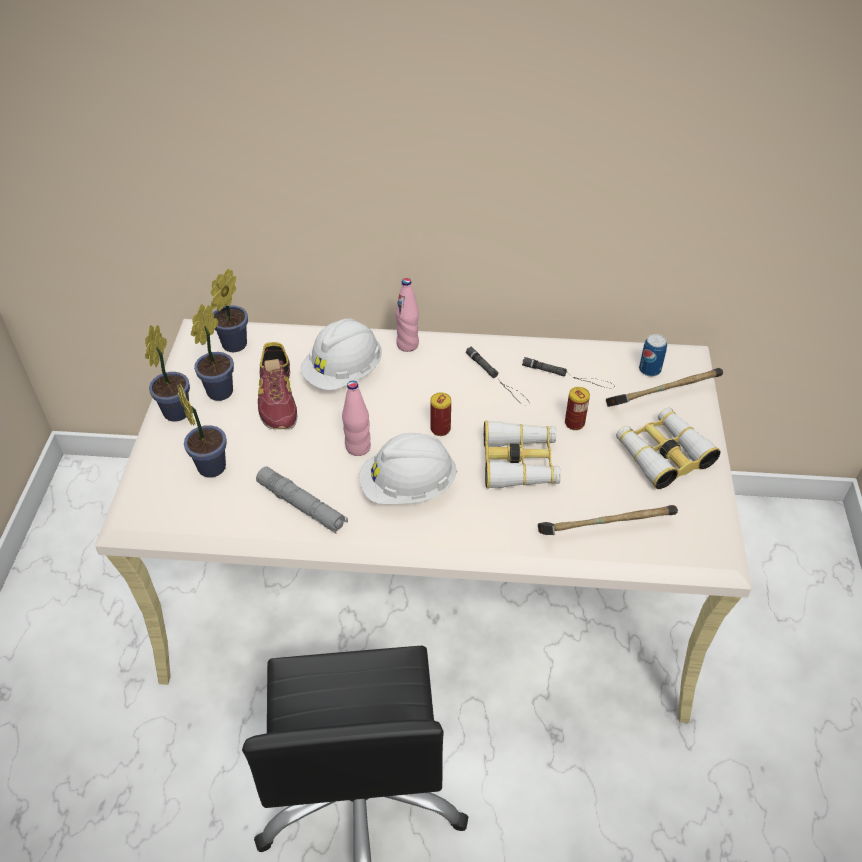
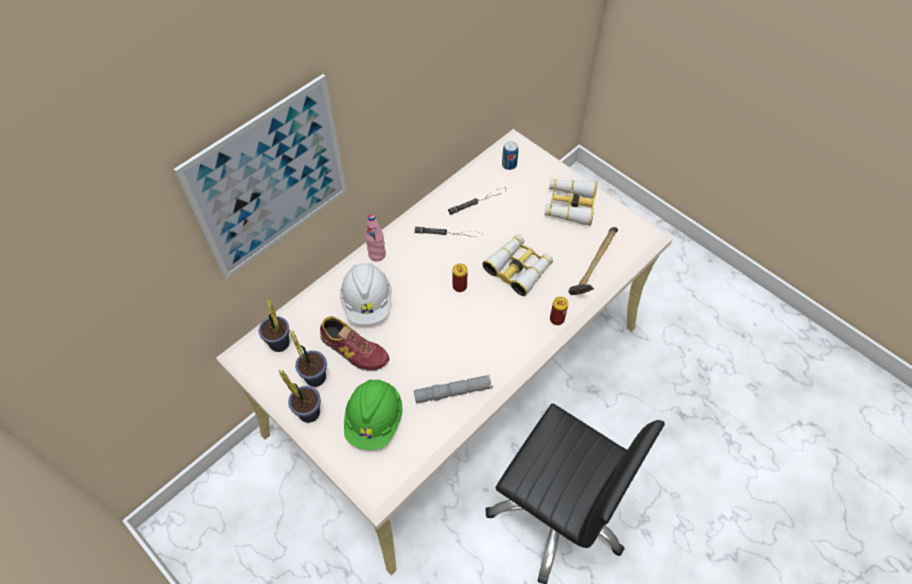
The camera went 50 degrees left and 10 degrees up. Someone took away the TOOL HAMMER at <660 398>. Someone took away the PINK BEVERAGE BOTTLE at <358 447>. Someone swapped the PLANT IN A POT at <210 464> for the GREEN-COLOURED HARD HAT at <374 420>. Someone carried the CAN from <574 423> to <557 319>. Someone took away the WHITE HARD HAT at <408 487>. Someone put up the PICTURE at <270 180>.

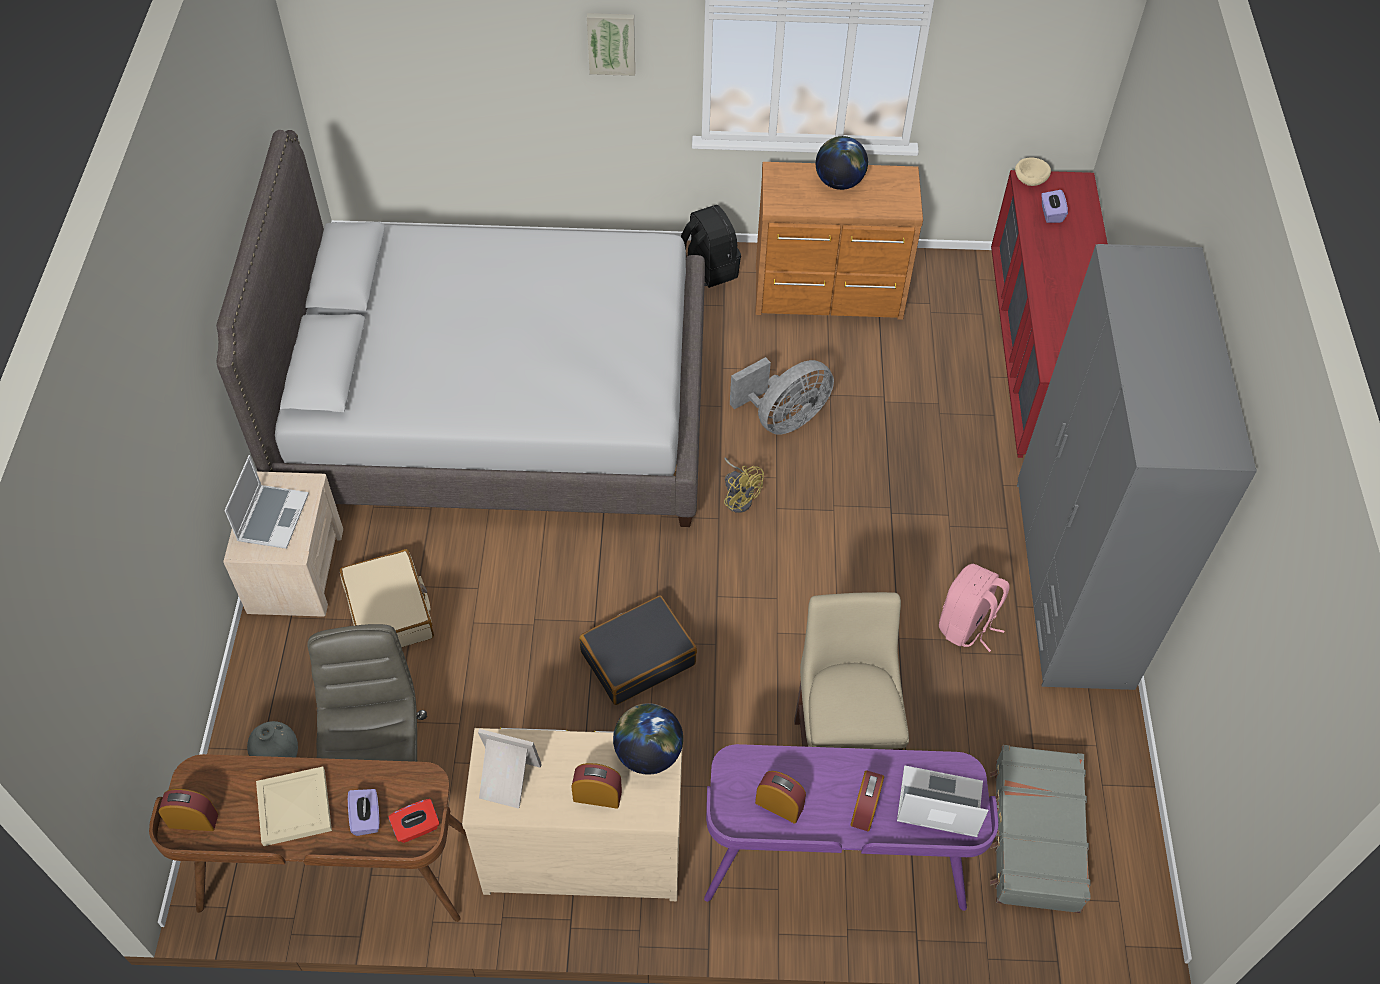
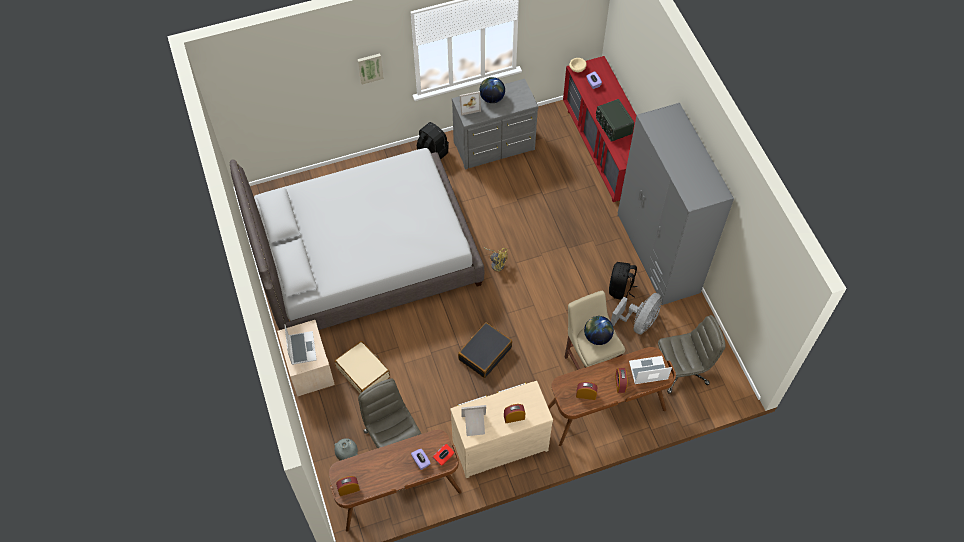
The camera went 20 degrees left and 5 degrees up. Someone repainted the BROWN DRAWER CHEST at <829 294>, which became the GREY DRAWER CHEST at <495 147>. Someone carried the GREY COOLING FAN from <783 418> to <638 322>. Someone repainted the PINK RUCKSACK at <967 625>, which became the BLACK RUCKSACK at <620 289>. Someone carried the DESK GLOBE from <648 753> to <597 336>. Someone repainted the PURPLE DESK at <834 862>, which became the BROWN DESK at <605 411>. Someone swapped the GREY PIECE OF LUGGAGE at <1035 835> for the GREY DESK CHAIR at <682 370>. Someone took away the BEIGE-COLOURED TRAY at <295 806>. Someone put down the PHOTO FRAME at <468 106>. Someone put down the RADIO at <613 126>.

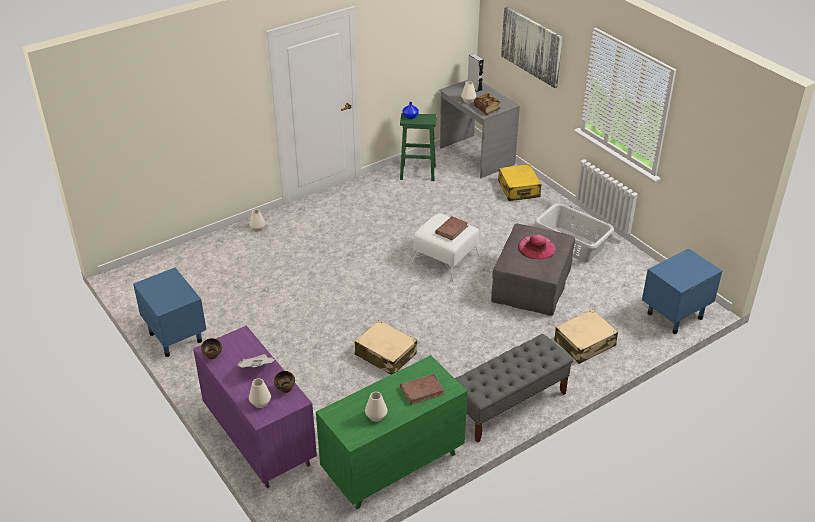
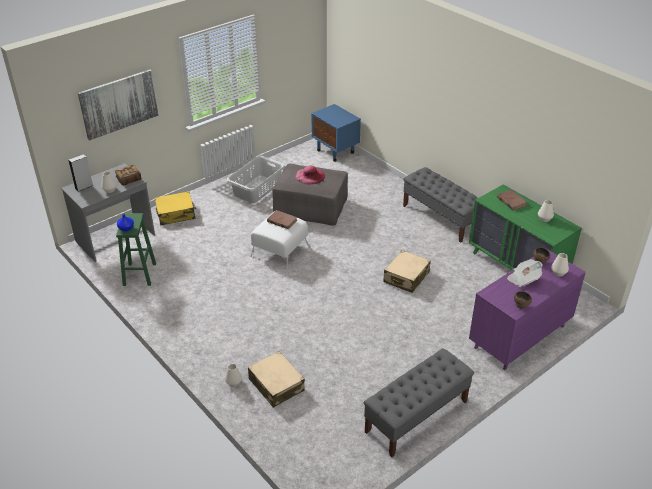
The camera went 95 degrees left and 0 degrees up. Someone swapped the BLUE-COLOURED BEDSIDE TABLE at <175 337> for the GREY BENCH at <416 417>. Someone carried the BEIGE-COLOURED PIECE OF LUGGAGE from <585 343> to <276 385>.

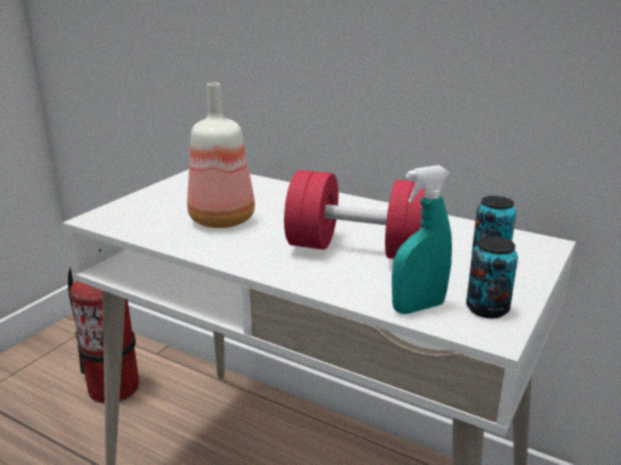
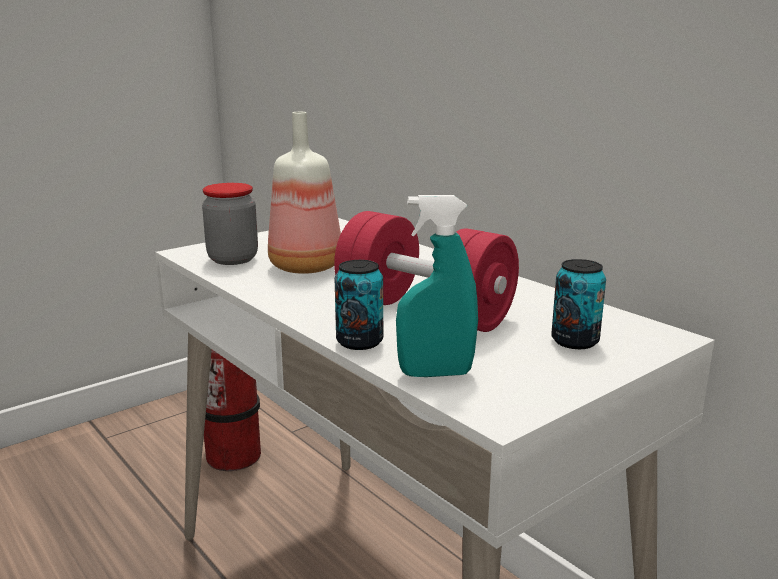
The camera went 20 degrees right and 5 degrees down. Someone carried the CAN from <487 309> to <359 342>. Someone put down the JAR at <233 259>.

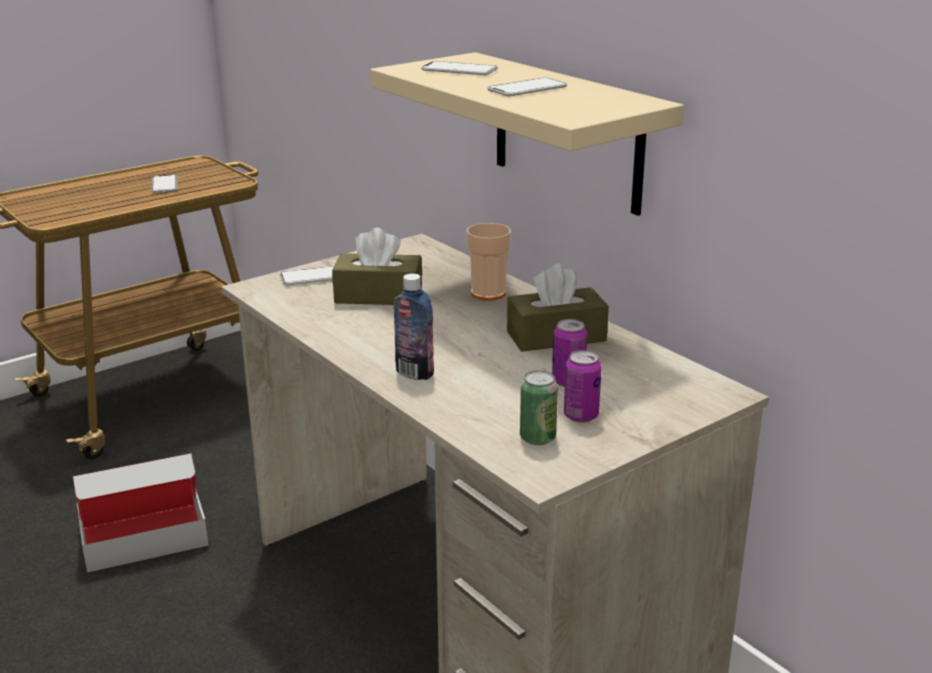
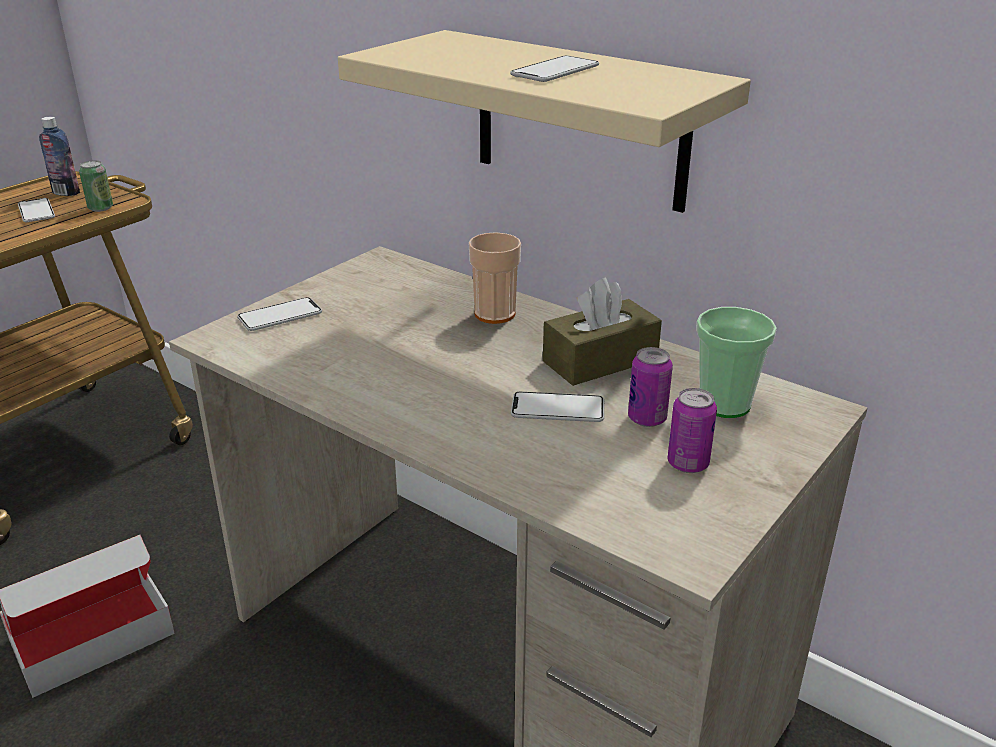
The camera went 15 degrees left and 5 degrees up. Someone carried the TELEPHONE from <459 70> to <557 409>. Someone took away the BROWN TISSUE HOLDER at <378 295>. Someone carried the BEVERAGE BOTTLE from <414 373> to <66 193>. Someone carried the CAN from <537 438> to <100 208>. Someone put down the DRINKING CUP at <724 404>.

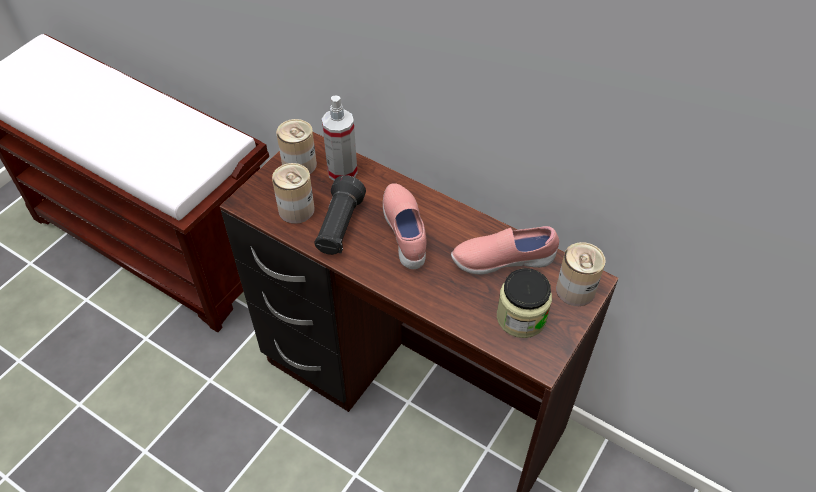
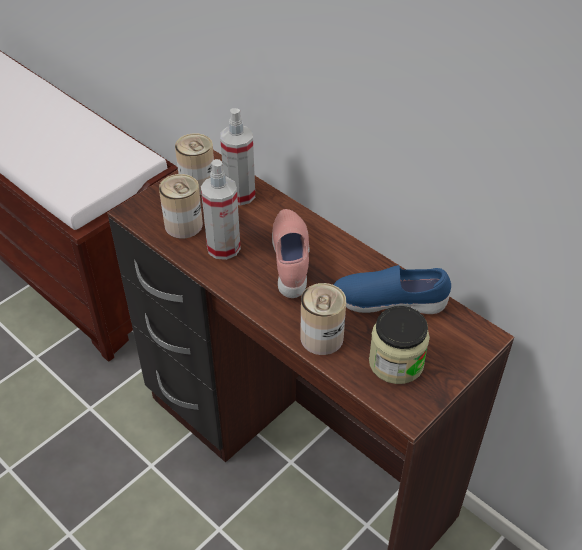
The camera went 10 degrees right and 5 degrees down. Someone swapped the BLACK HAND TORCH at <339 227> for the HAND SPRAYER at <223 247>. Someone repainted the PINK LOW SHOE at <502 260>, which became the BLUE-COLOURED LOW SHOE at <388 302>. Someone carried the CAN from <575 290> to <321 338>.

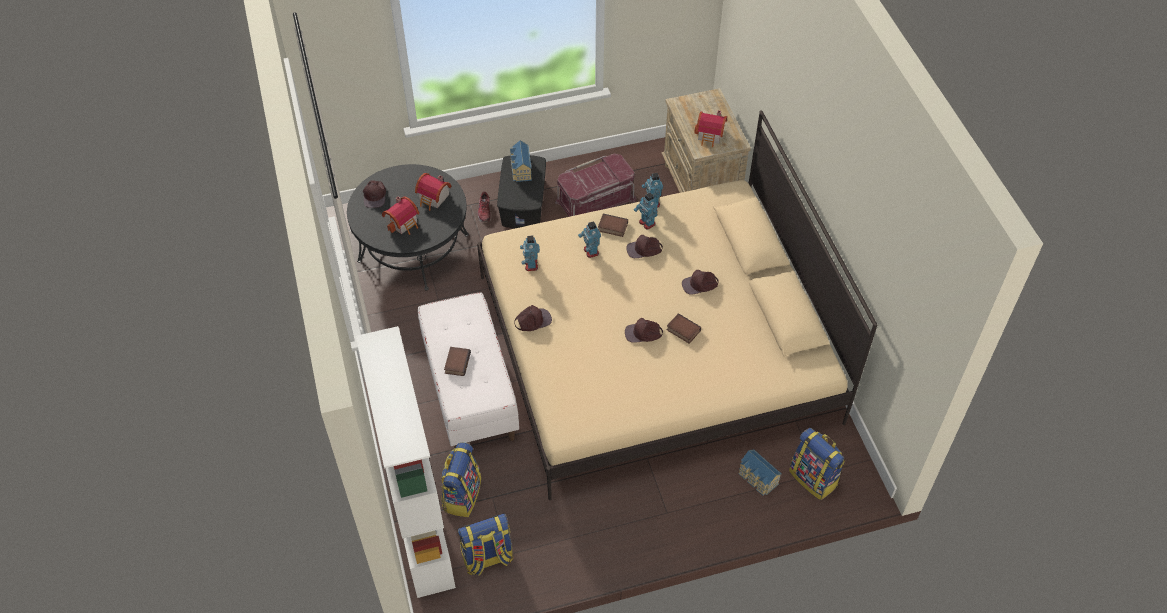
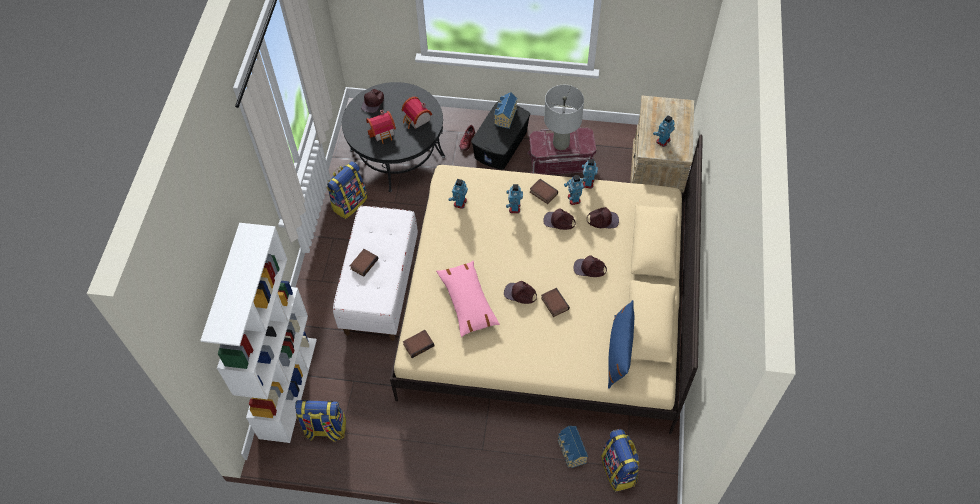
The camera went 25 degrees right and 5 degrees up. Someone swapped the TOY HOUSE at <710 136> for the ROBOT FIGURE at <662 140>. Someone carried the BROWN BASEBALL CAP from <533 320> to <602 220>. Someone carried the RUCKSACK from <462 495> to <349 203>. Someone put down the GREY LAMP FOR A TABLE at <560 144>. Someone put down the PINK PILLOW at <468 302>. Someone put down the BLUE-COLOURED PILLOW at <619 352>. Someone put down the BOUND BOOK at <418 344>.

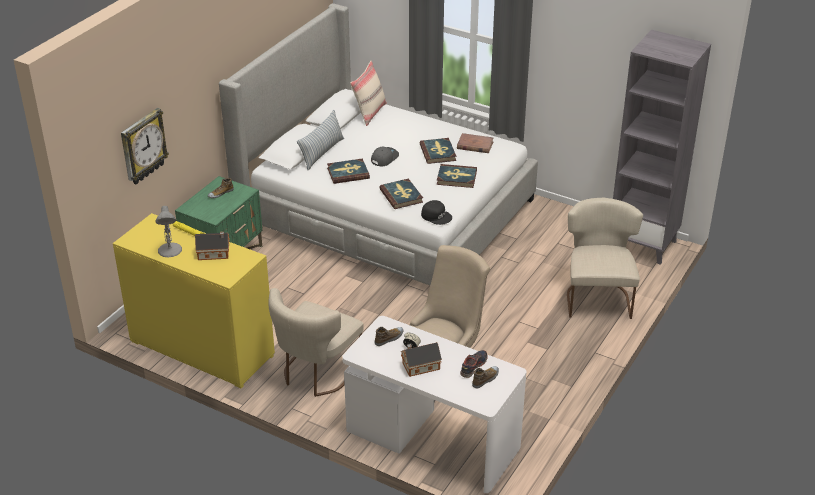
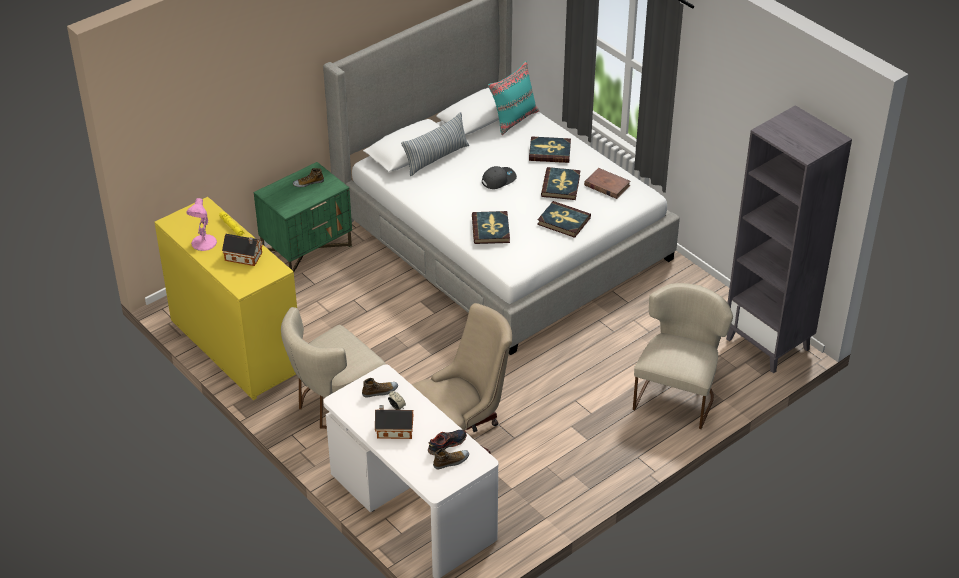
The camera went 20 degrees right and 5 degrees up. Someone repainted the BEIGE-COLOURED PILLOW at <369 113>, which became the BLUE-GREEN PILLOW at <514 119>. Someone took away the WALL CLOCK at <143 146>. Someone carried the BOUND BOOK from <348 173> to <549 152>. Someone took away the BLACK BASEBALL CAP at <436 216>. Someone repainted the GREY LAMP FOR A TABLE at <170 250>, which became the PINK LAMP FOR A TABLE at <203 243>.

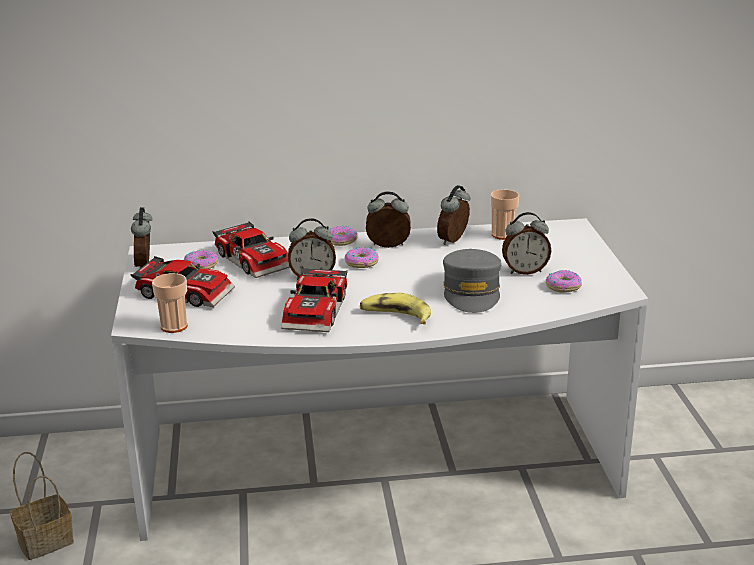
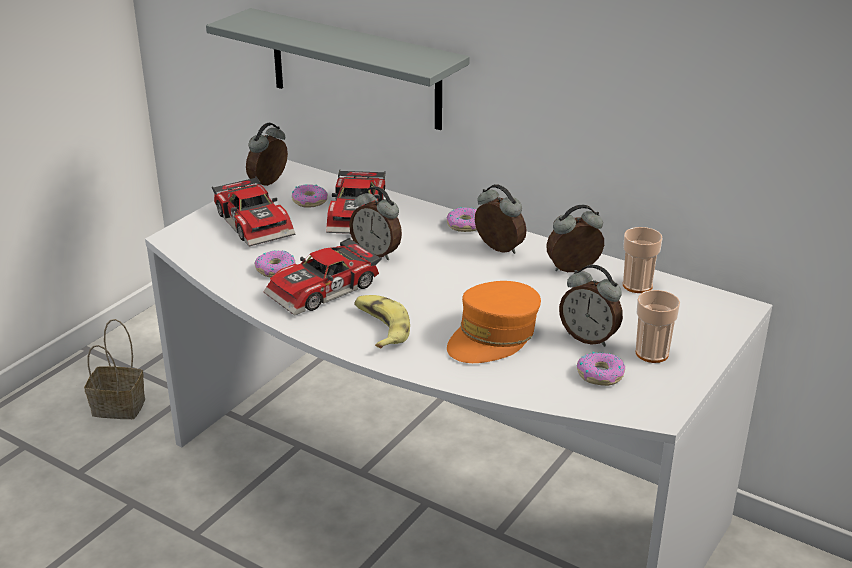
The camera went 40 degrees right and 5 degrees up. Someone carried the DOUGHNUT from <361 263> to <276 270>. Someone repainted the GREY BASEBALL CAP at <472 292>, which became the ORANGE BASEBALL CAP at <493 336>. Someone carried the DRINKING CUP from <174 326> to <652 353>. Someone put up the GREY BRACKET SHELF at <355 69>.

